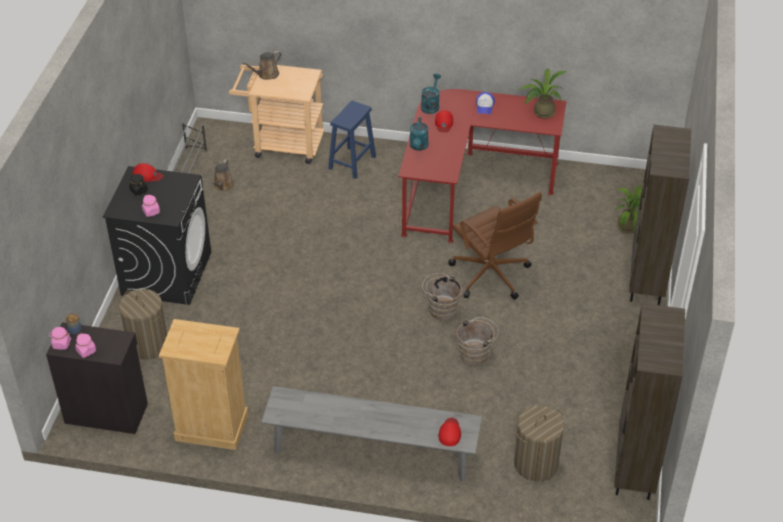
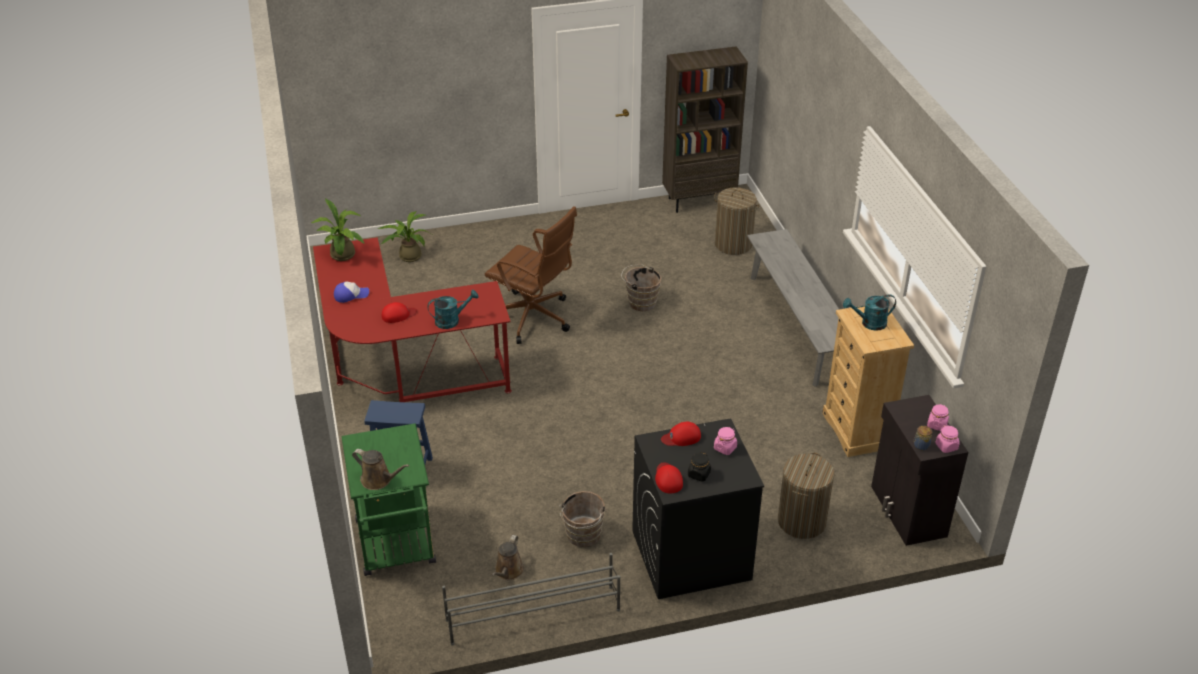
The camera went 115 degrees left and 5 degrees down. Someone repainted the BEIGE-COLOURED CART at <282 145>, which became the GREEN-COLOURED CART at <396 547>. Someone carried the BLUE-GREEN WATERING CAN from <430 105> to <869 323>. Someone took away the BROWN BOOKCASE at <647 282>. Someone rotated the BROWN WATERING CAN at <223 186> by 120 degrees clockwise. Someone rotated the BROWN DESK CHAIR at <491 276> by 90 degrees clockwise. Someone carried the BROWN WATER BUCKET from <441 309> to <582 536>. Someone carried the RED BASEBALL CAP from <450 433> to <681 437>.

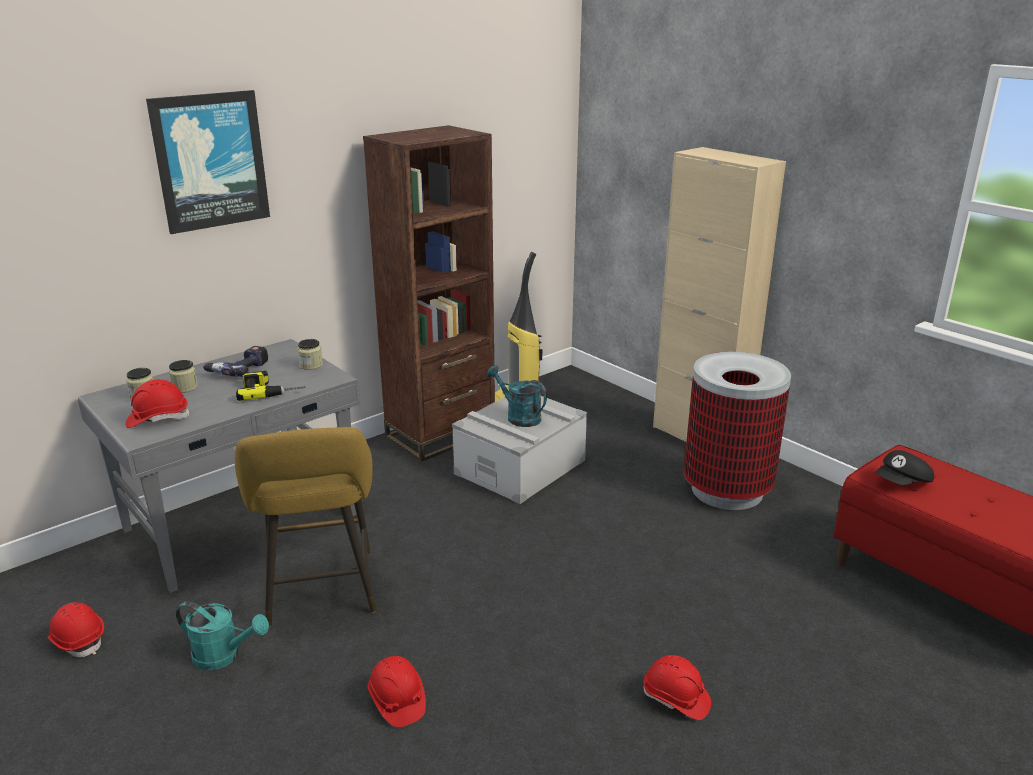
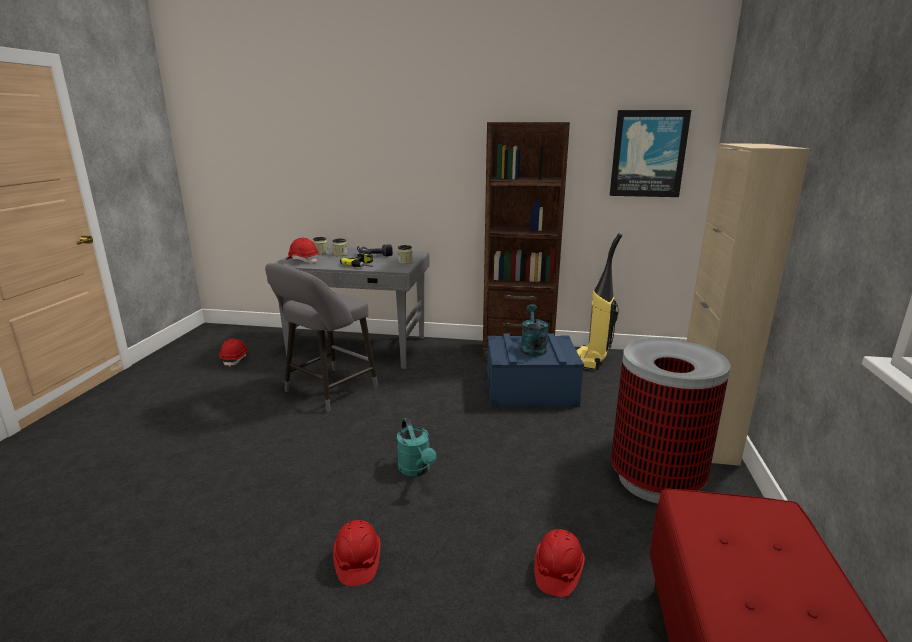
The camera went 50 degrees right and 5 degrees down. Someone carried the PICTURE from <210 161> to <648 154>. Someone repainted the GREY STORAGE CONTAINER at <520 467>, which became the BLUE-COLOURED STORAGE CONTAINER at <530 390>. Someone repainted the YELLOW STOOL at <321 593>, which became the GREY STOOL at <327 391>. Someone took away the BLACK BASEBALL CAP at <902 483>. Someone carried the BLUE-GREEN WATERING CAN from <224 656> to <417 470>. Someone carried the RED HARD HAT from <397 701> to <557 571>.

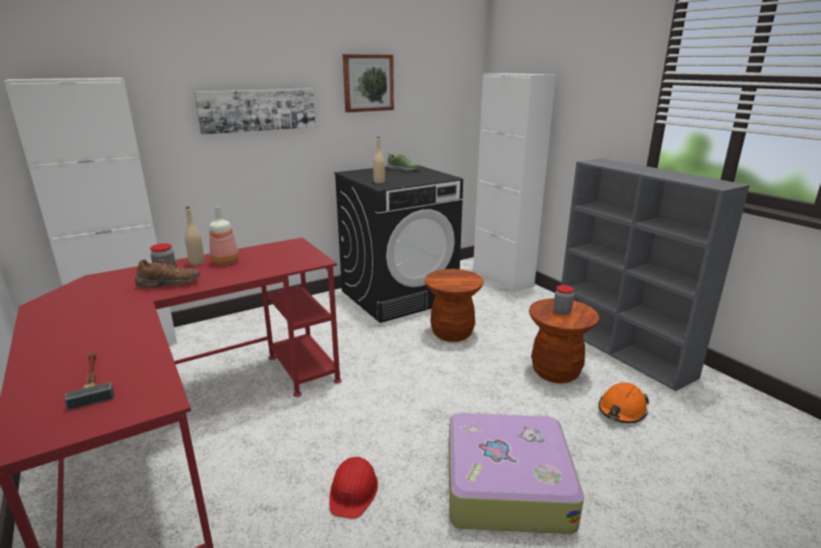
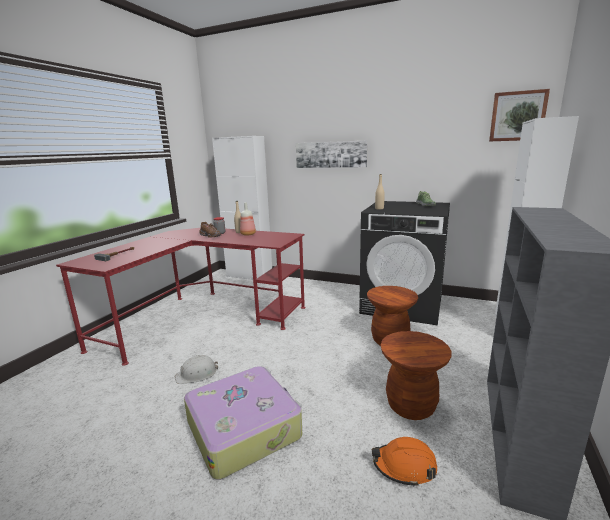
The camera went 55 degrees right and 5 degrees down. Someone carried the PICTURE from <368 83> to <517 116>. Someone took away the JAR at <562 311>. Someone repainted the RED HARD HAT at <353 491>, which became the WHITE HARD HAT at <197 374>.

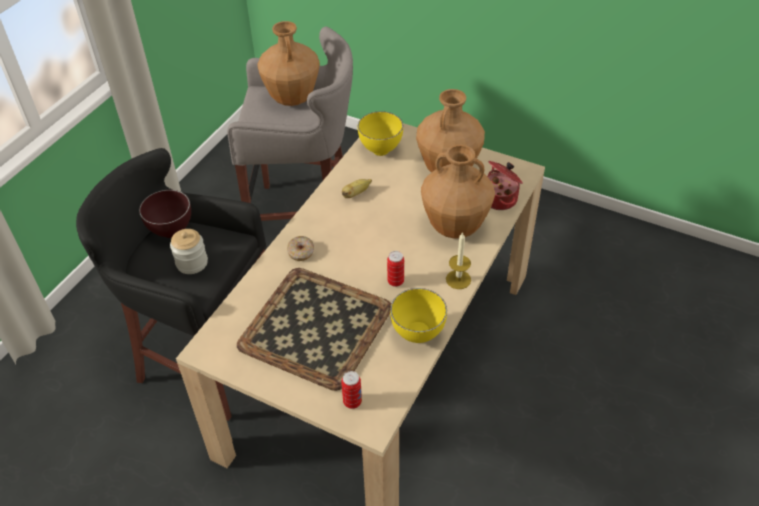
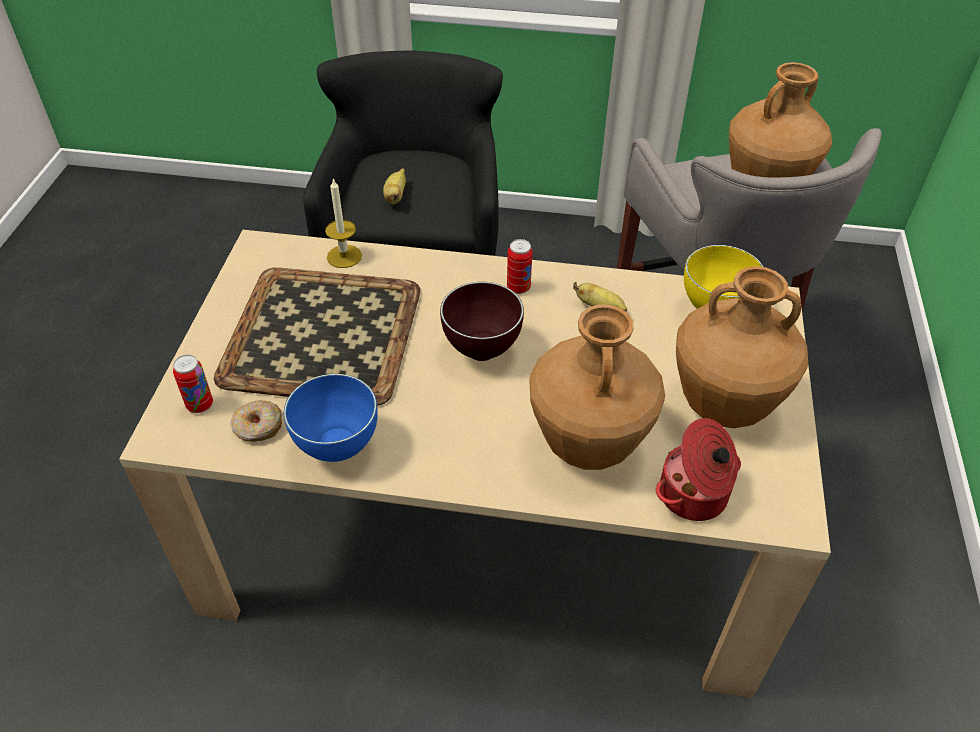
The camera went 70 degrees right and 0 degrees up. Someone carried the BROWN BOWL from <172 231> to <484 351>. Someone swapped the JAR at <192 263> for the BANANA FRUIT at <396 196>. Someone carried the WAX LIGHT from <458 279> to <344 256>. Someone carried the DOUGHNUT from <301 252> to <258 427>. Someone carried the CAN from <395 281> to <518 288>. Someone repainted the YELLOW BOWL at <417 336>, which became the BLUE-COLOURED BOWL at <335 449>.

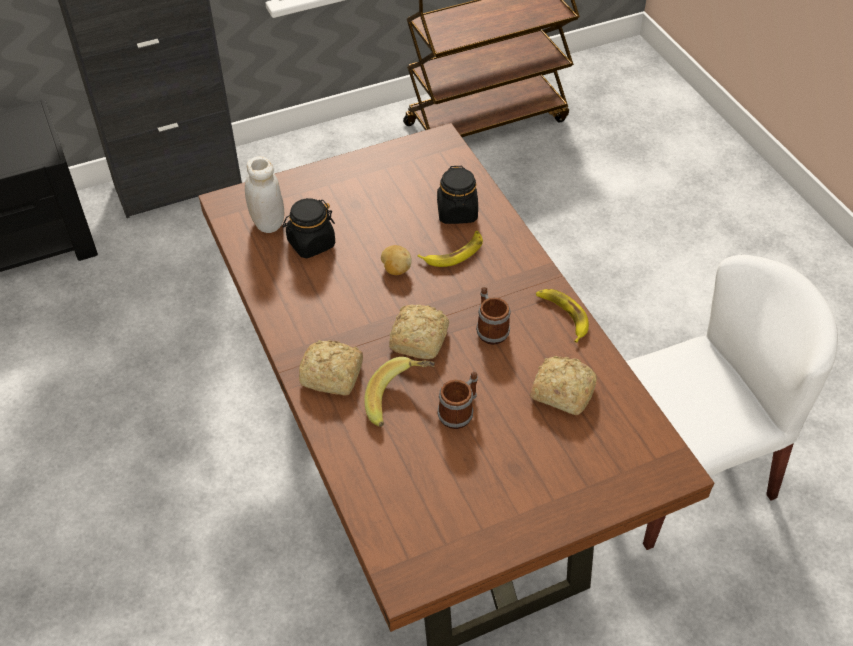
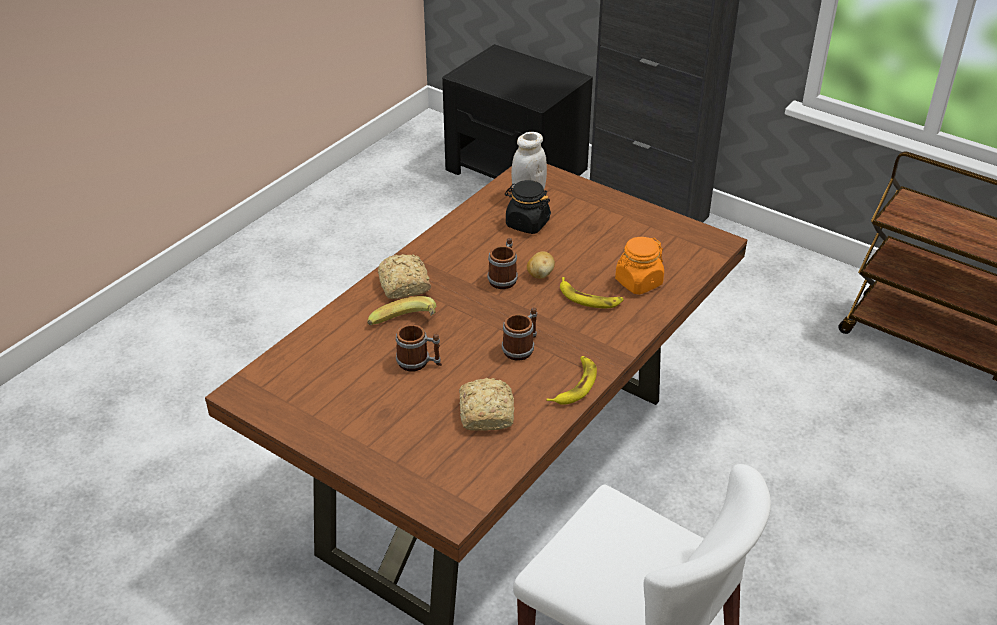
The camera went 60 degrees right and 10 degrees down. Someone repainted the BLACK JAR at <457 212>, which became the ORANGE JAR at <638 282>. Someone took away the BREAD at <420 338>. Someone put down the MUG at <504 277>.

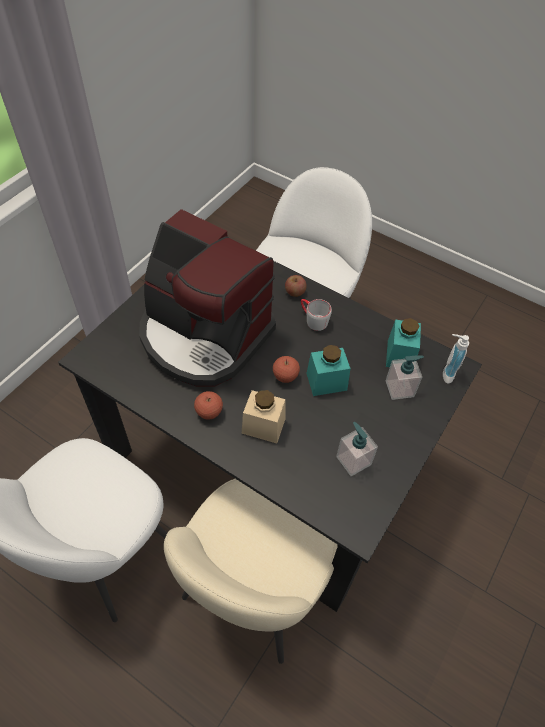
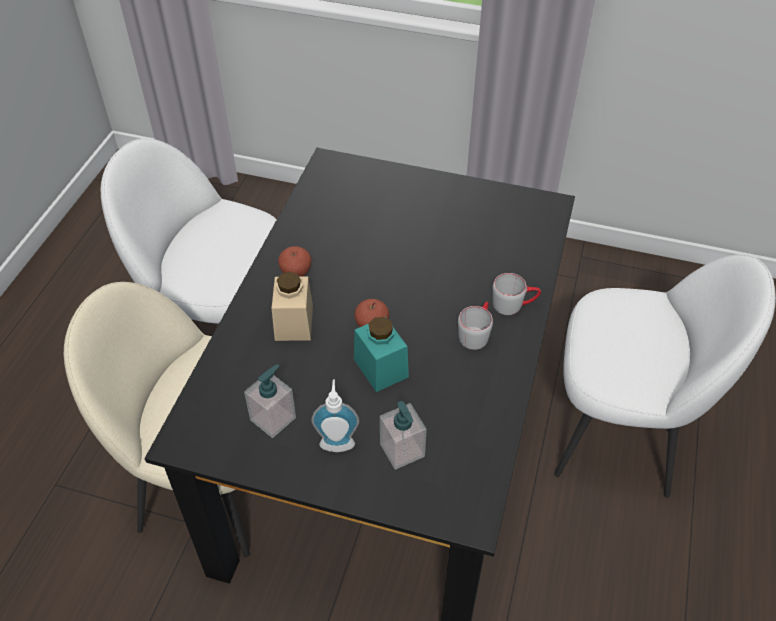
The camera went 75 degrees right and 5 degrees down. Someone took away the COFFEE MAKER at <204 336>. Someone swapped the APPLE at <295 292> for the GREY MUG at <514 304>. Someone took away the BLUE-GREEN JAR at <400 355>. Someone carried the LIQUID SOAP BOTTLE from <445 373> to <337 441>.

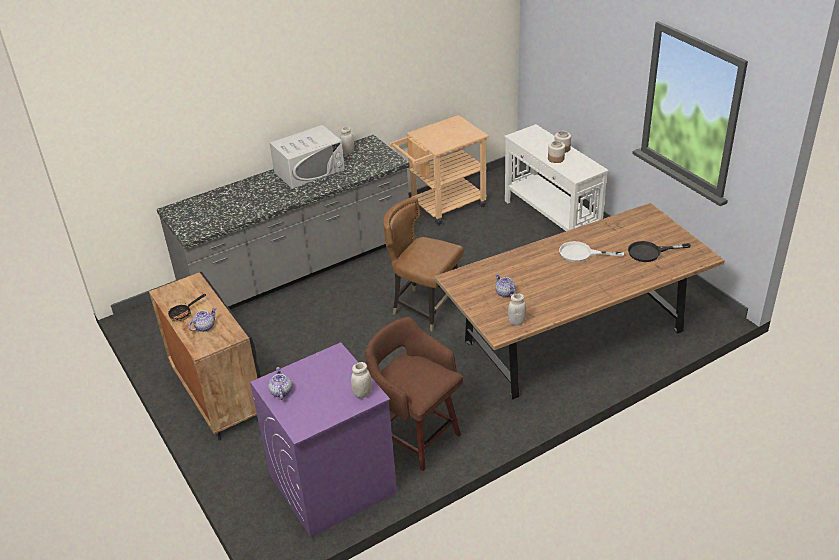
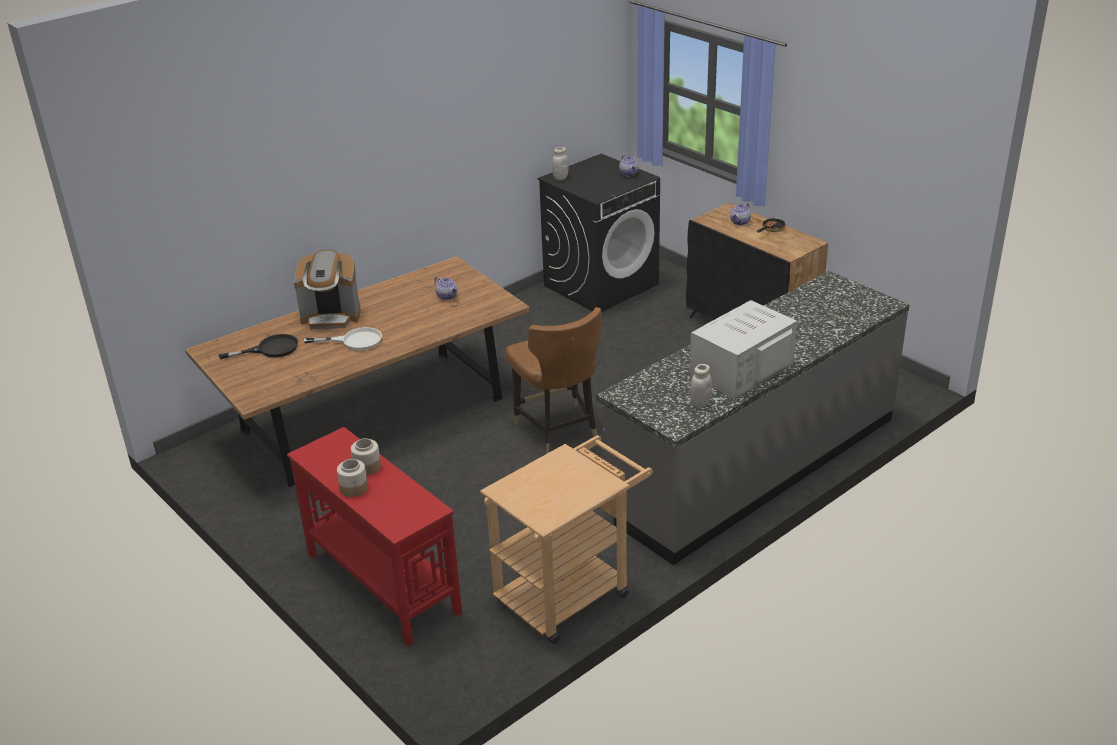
The camera went 170 degrees right and 5 degrees down. Someone repainted the WHITE CONSOLE TABLE at <551 219>, which became the RED CONSOLE TABLE at <382 581>. Someone rotated the BROWN CHAIR at <425 308> by 45 degrees clockwise. Someone took away the WHITE JAR at <516 322>. Someone took away the BROWN STOOL at <417 437>. Someone repainted the PURPLE LAUNDRY MACHINE at <332 485>, which became the BLACK LAUNDRY MACHINE at <601 284>. Someone put down the COFFEE MAKER at <331 317>.

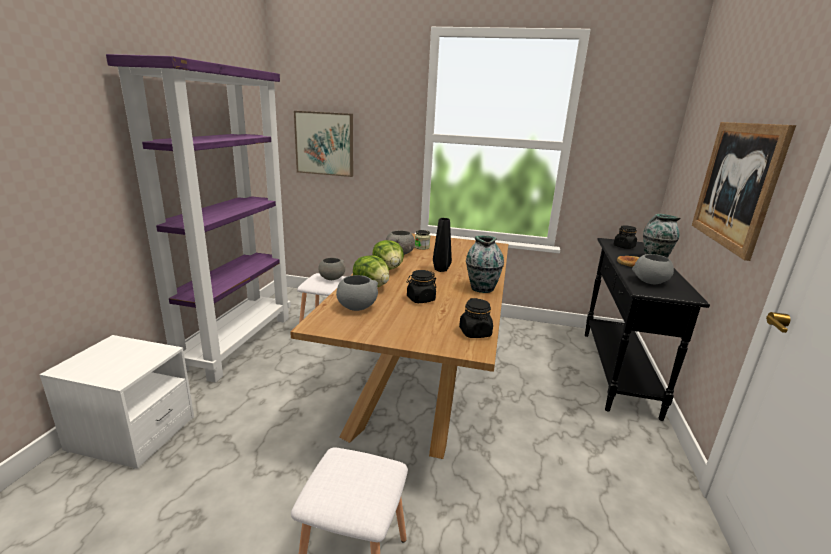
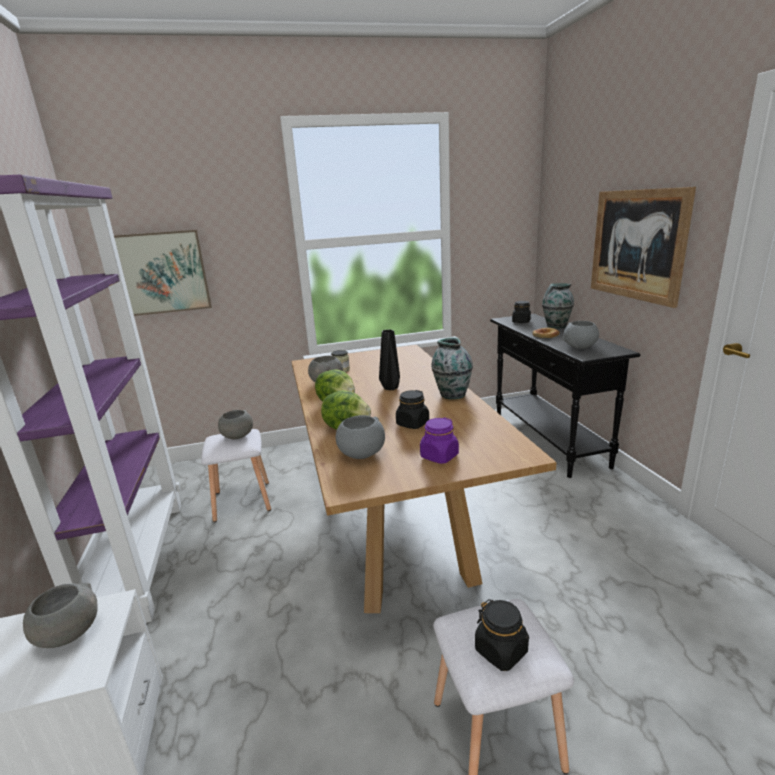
The camera went 25 degrees left and 0 degrees up. Someone carried the BLACK JAR from <475 333> to <501 651>. Someone put down the PURPLE JAR at <439 456>. Someone put down the GREY BOWL at <68 634>.

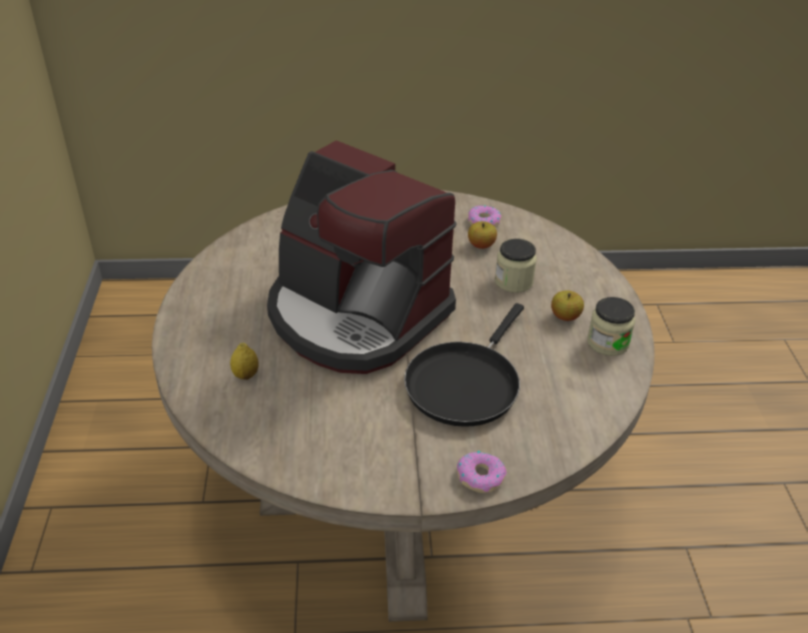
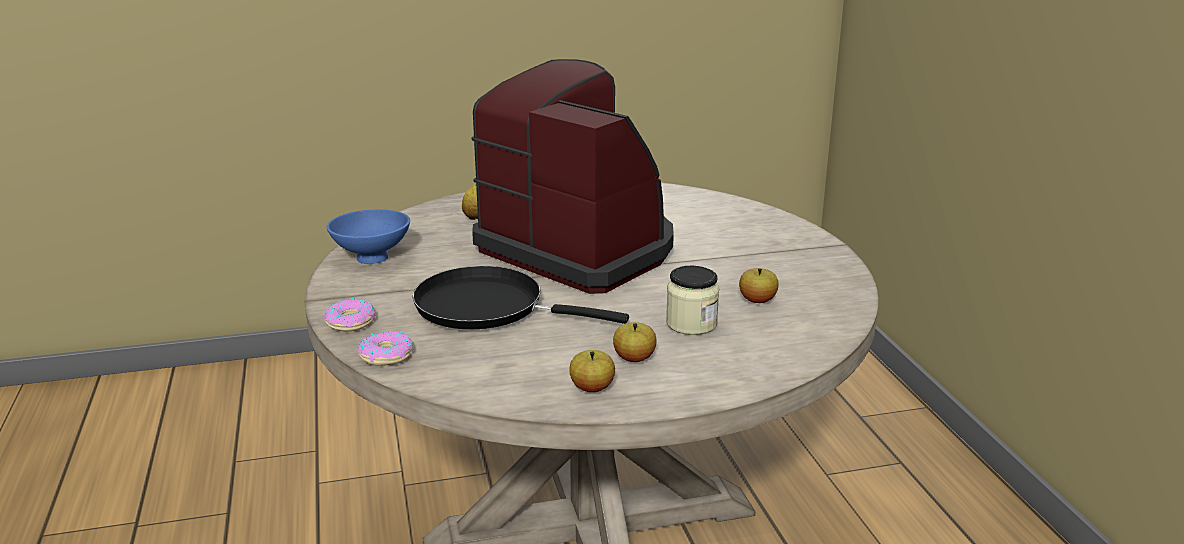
The camera went 80 degrees right and 15 degrees down. Someone rotated the COFFEE MAKER at <355 316> by 105 degrees clockwise. Someone carried the DOUGHNUT from <483 222> to <386 356>. Someone swapped the JAR at <607 342> for the APPLE at <592 388>. Someone put down the BLUE-COLOURED BOWL at <369 258>.

